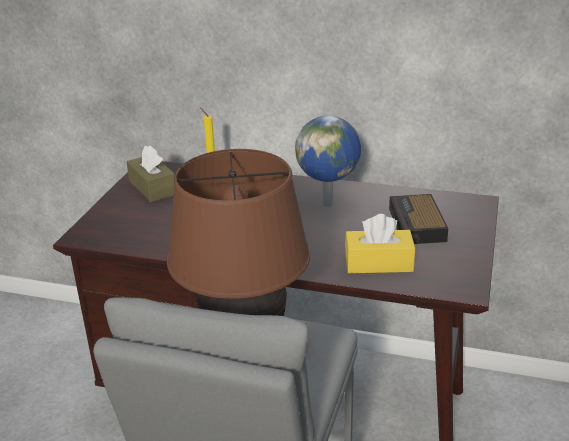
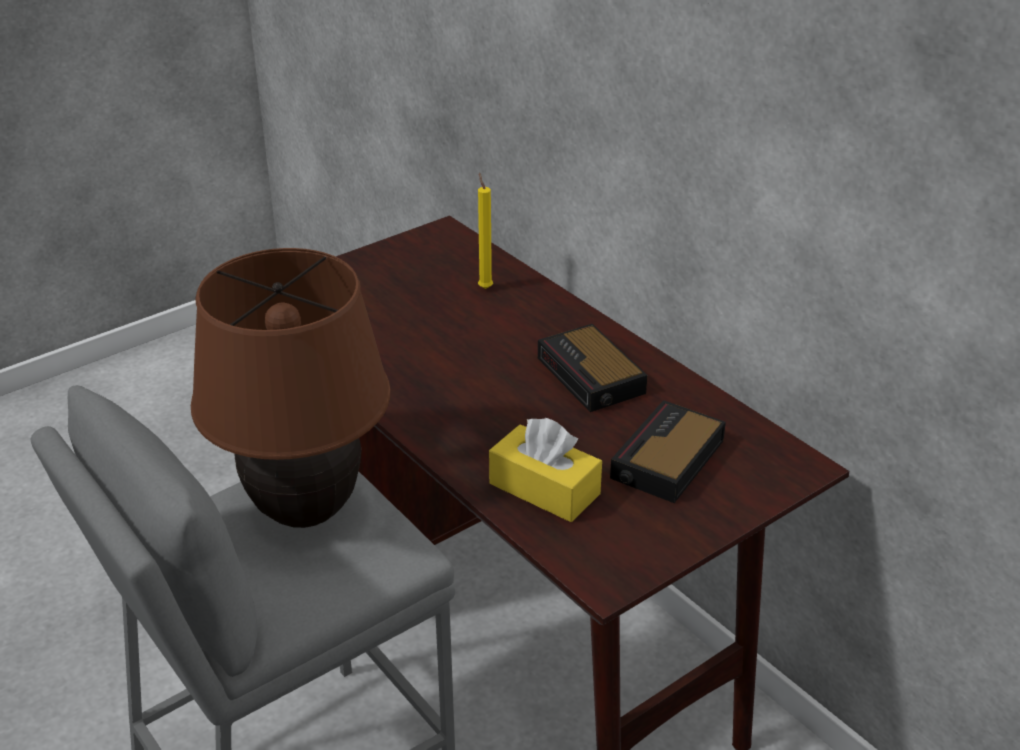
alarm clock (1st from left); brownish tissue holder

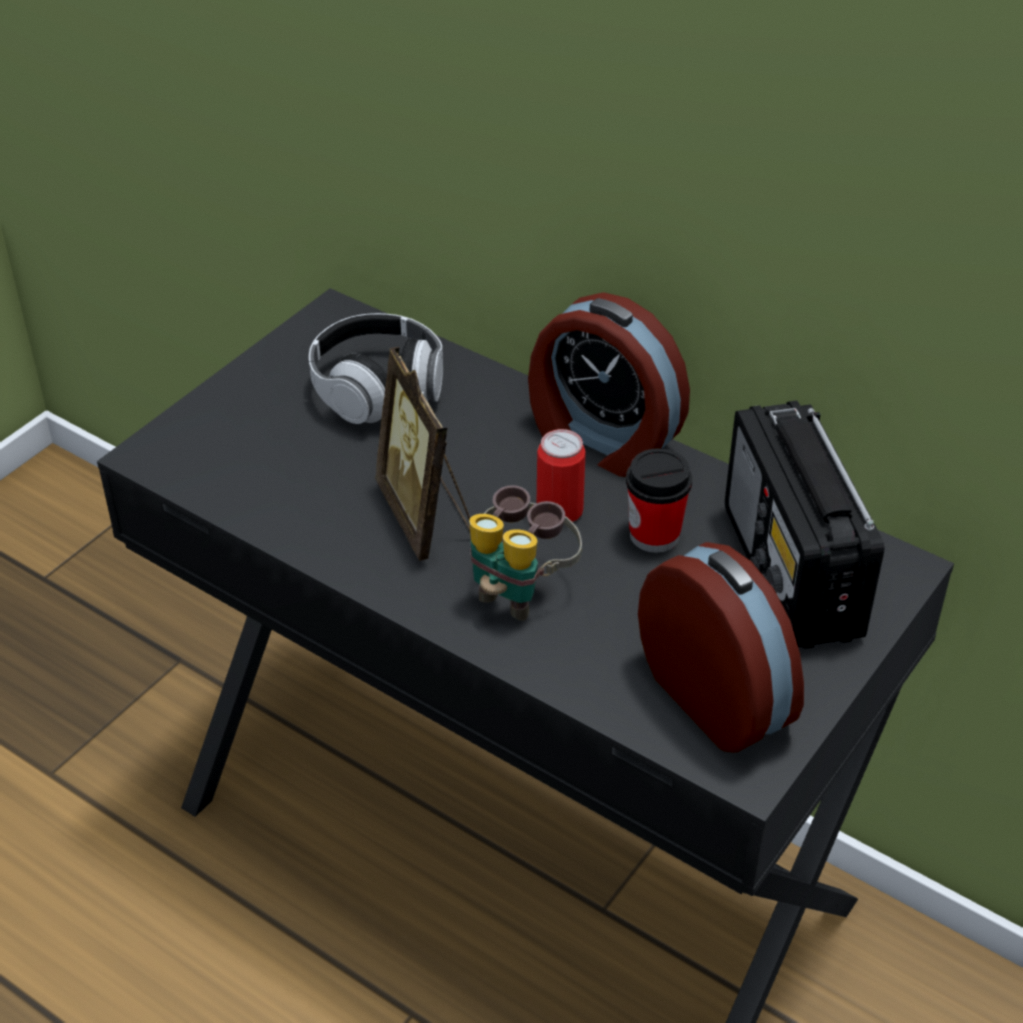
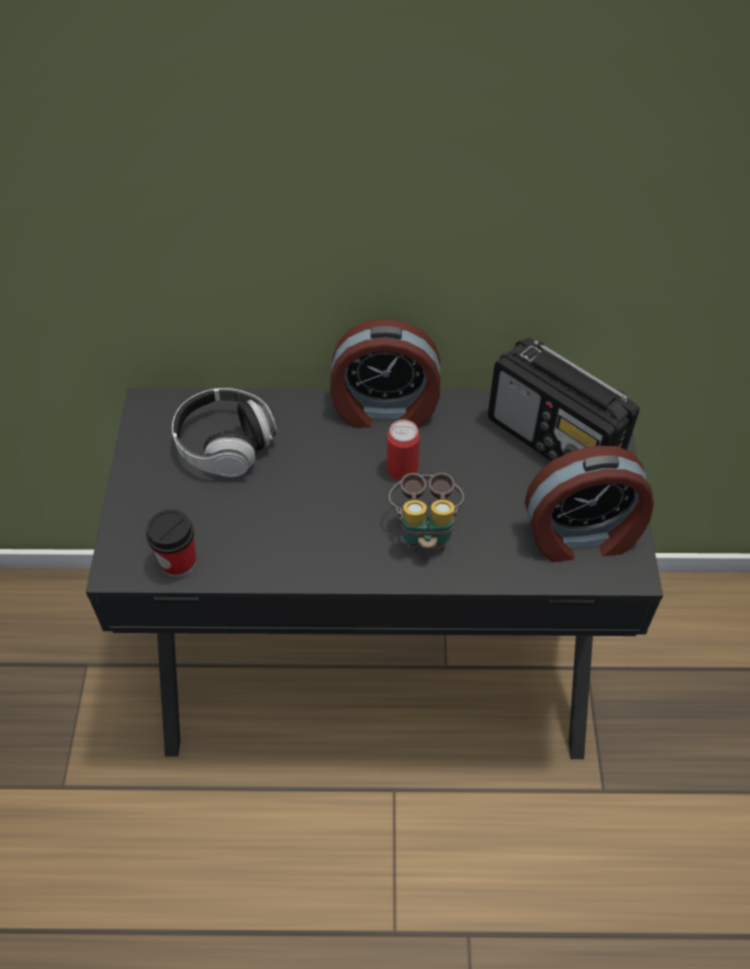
standing frame; drinking cup; alarm clock (2nd from left)

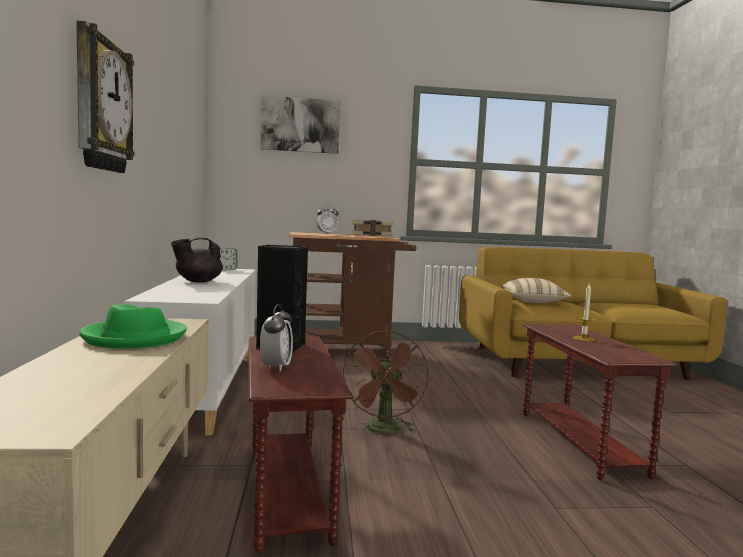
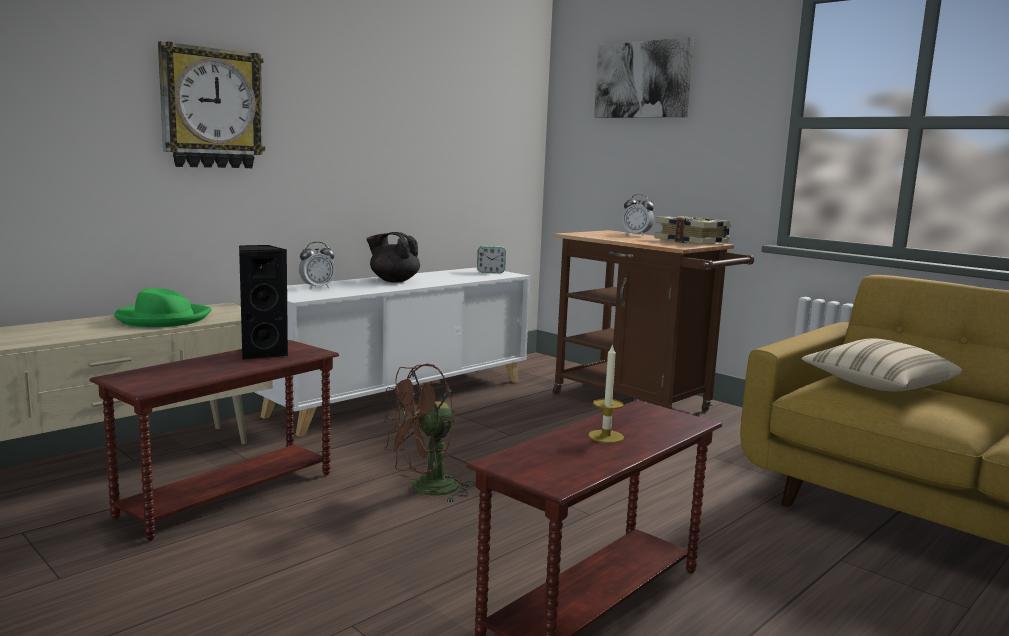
alarm clock (1st from left)

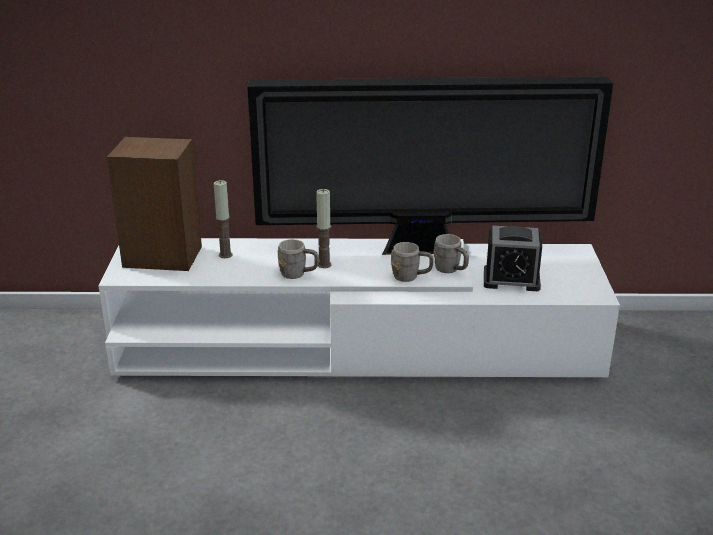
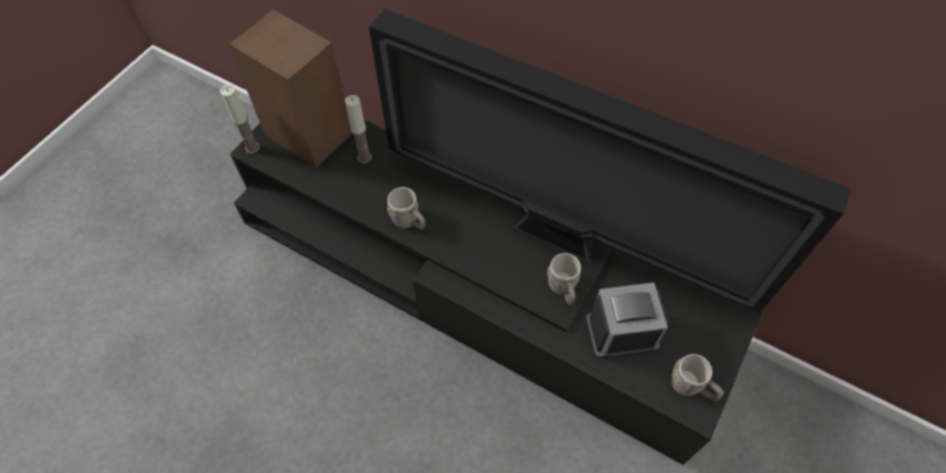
wax candle (1st from left); alarm clock; black-coloured tv stand; greyish tea mug (3rd from left)

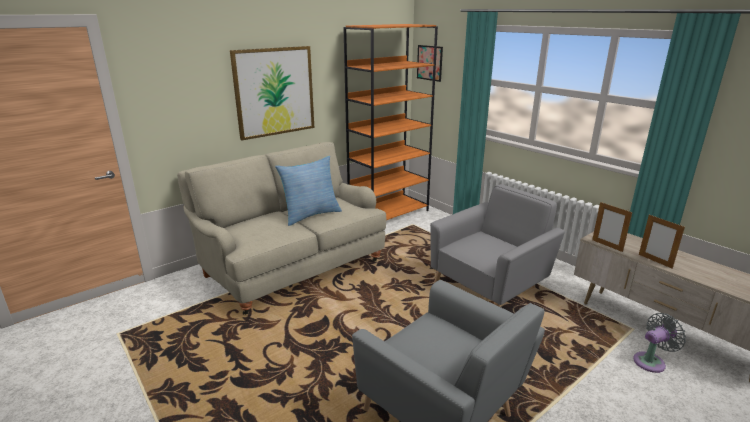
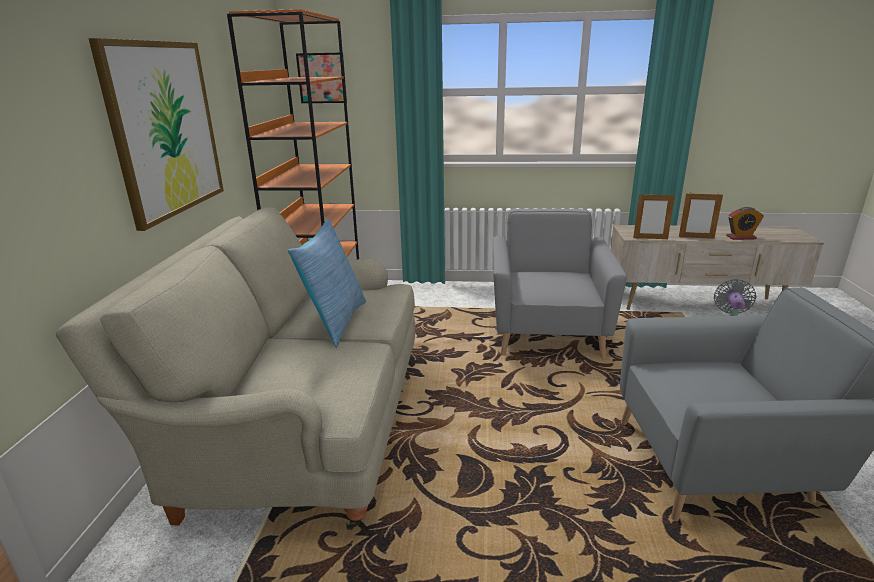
alarm clock

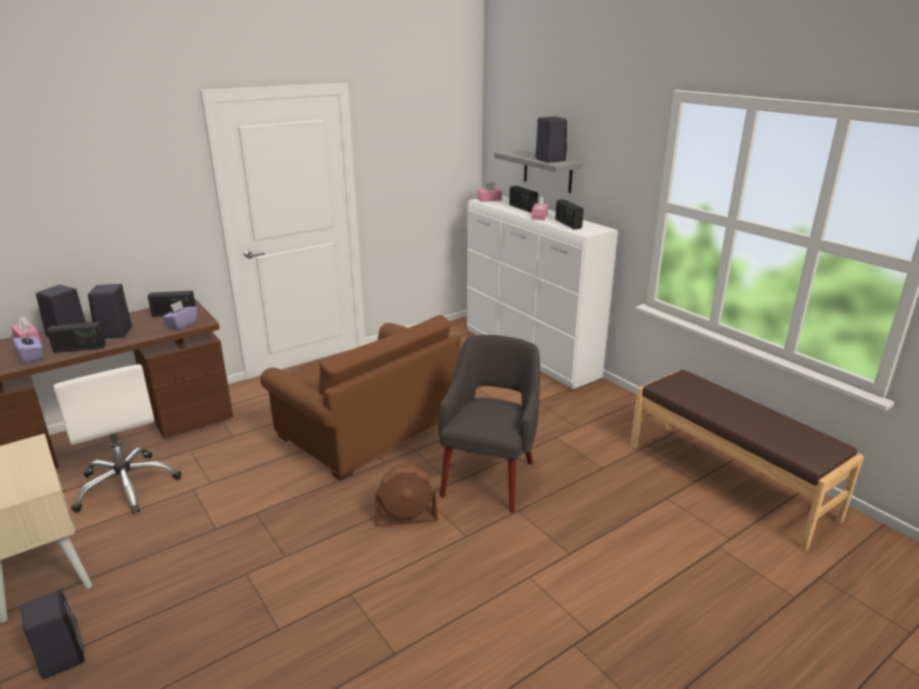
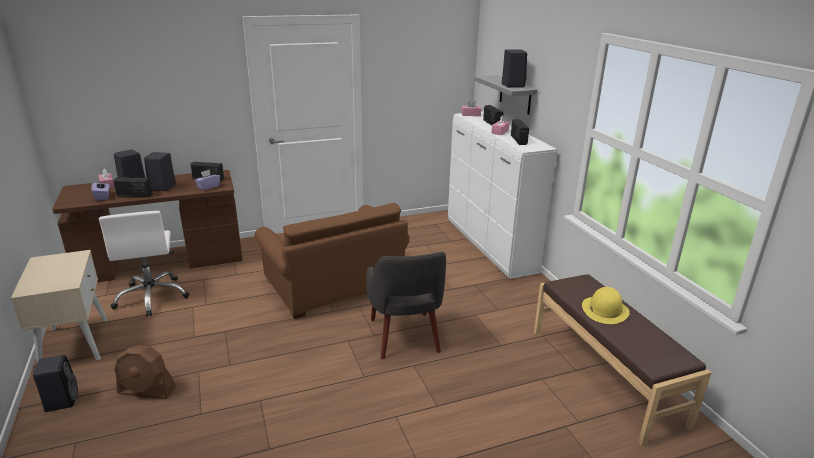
greyish armchair; brownish electric fan; yellow-coloured wearable hat

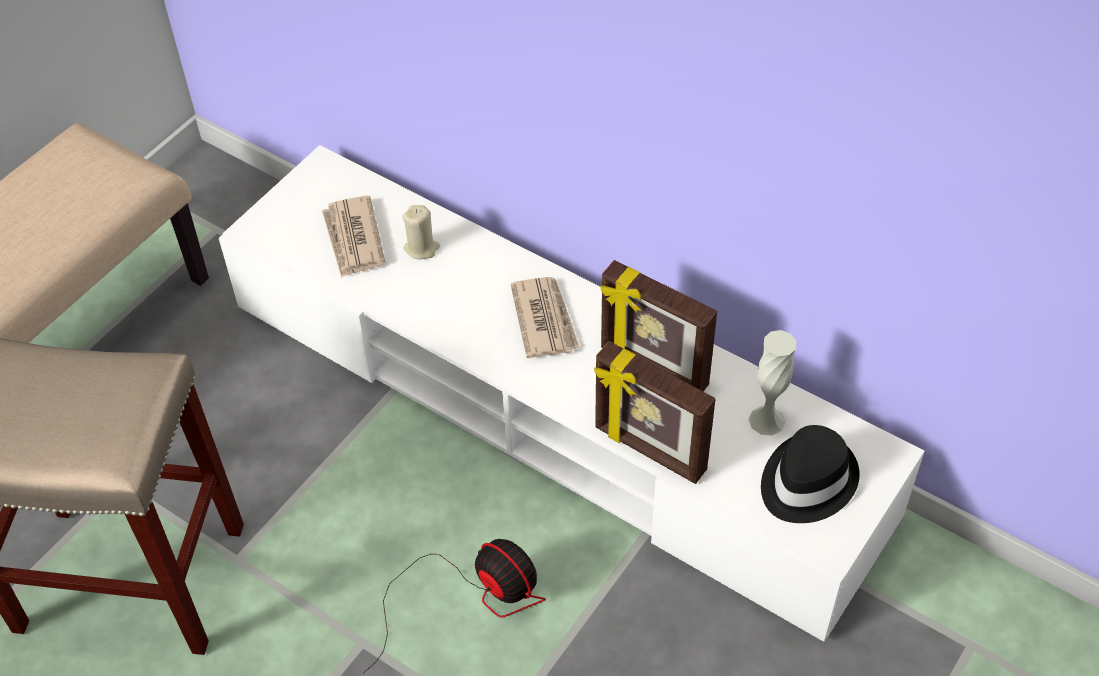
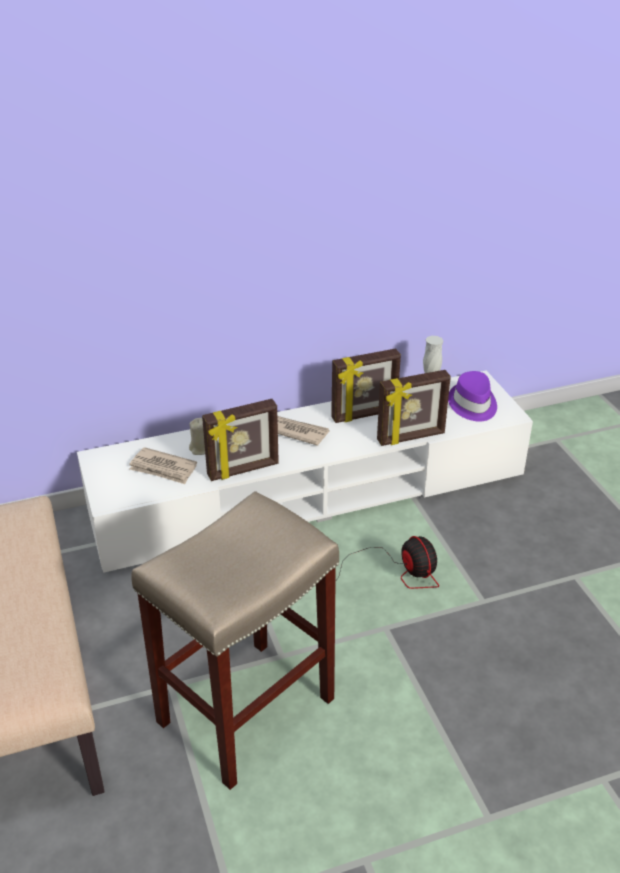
purple-coloured wearable hat; electric fan; standing frame (1st from left)

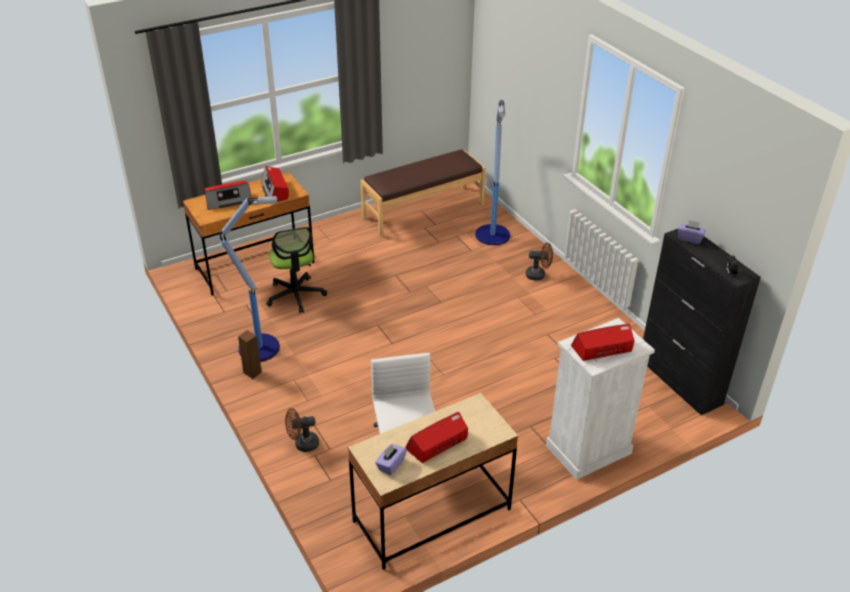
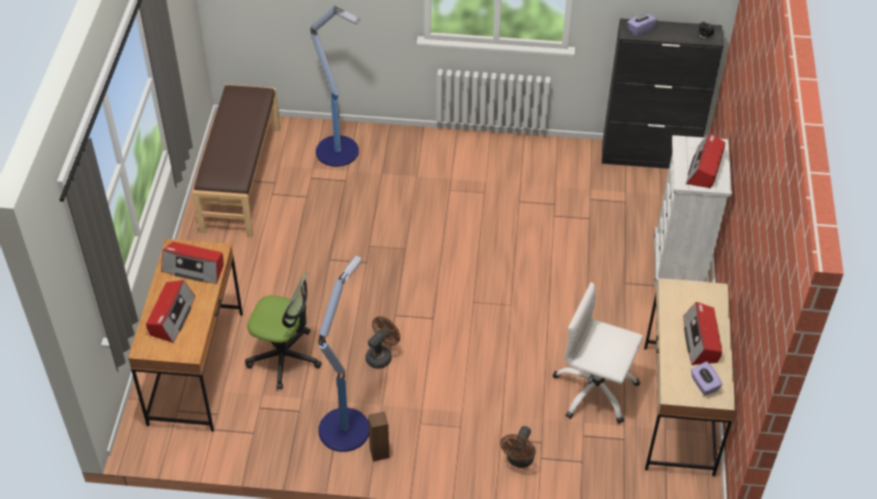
brownish electric fan (1st from left)

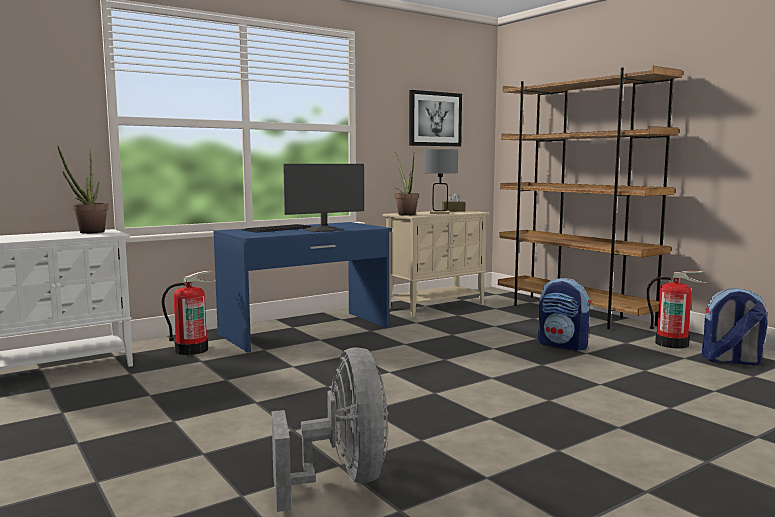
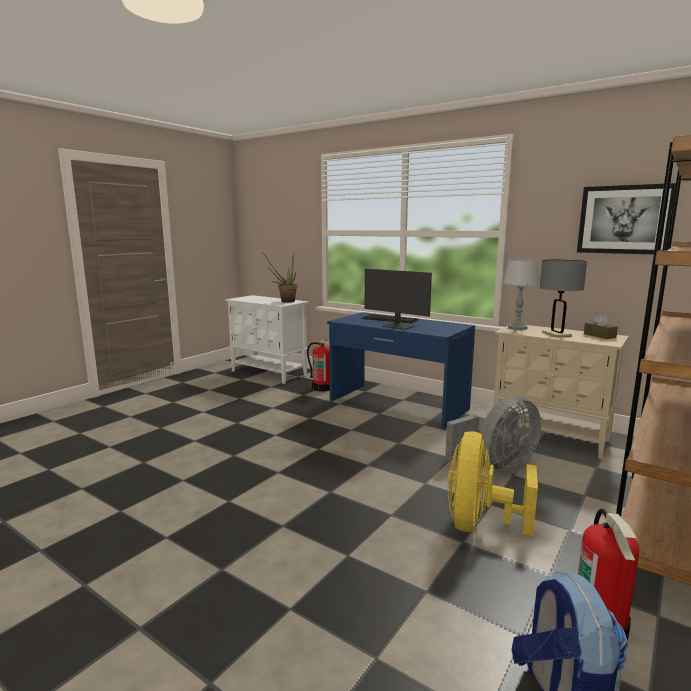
greyish table lamp (1st from left); yellow-coloured electric fan; greyish electric fan

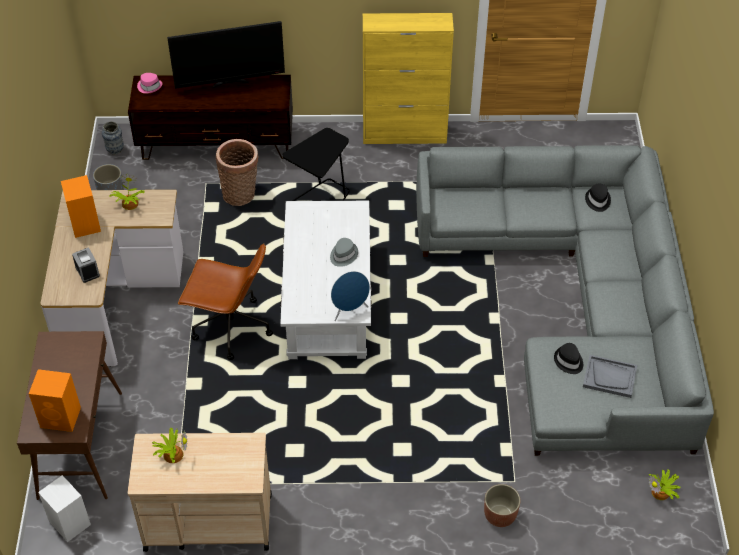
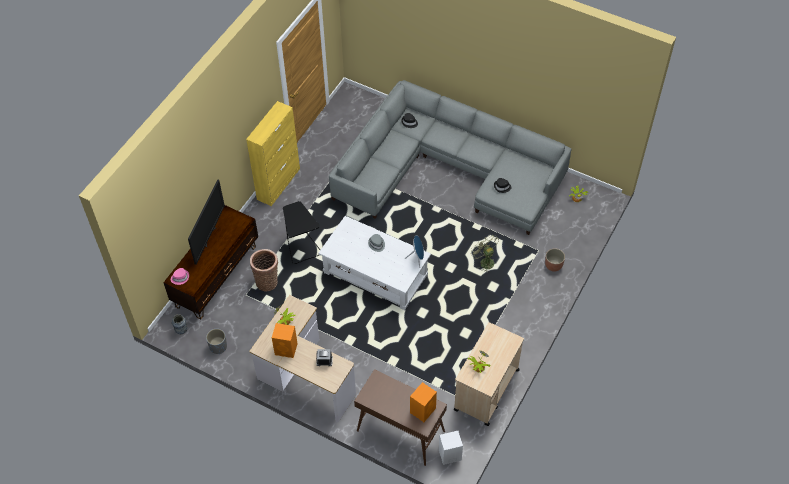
brownish office chair; greyish carrying tray; green-coloured electric fan

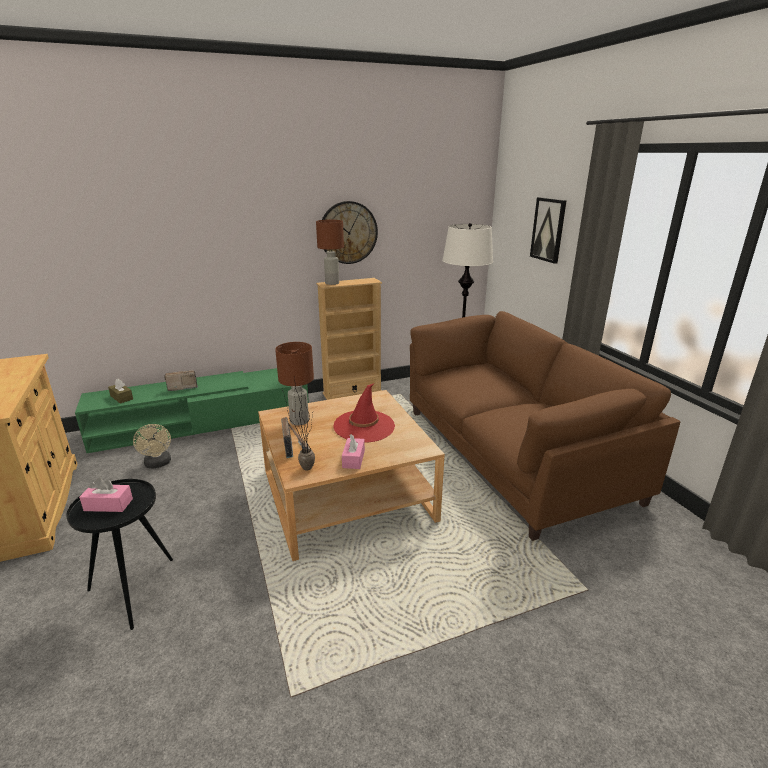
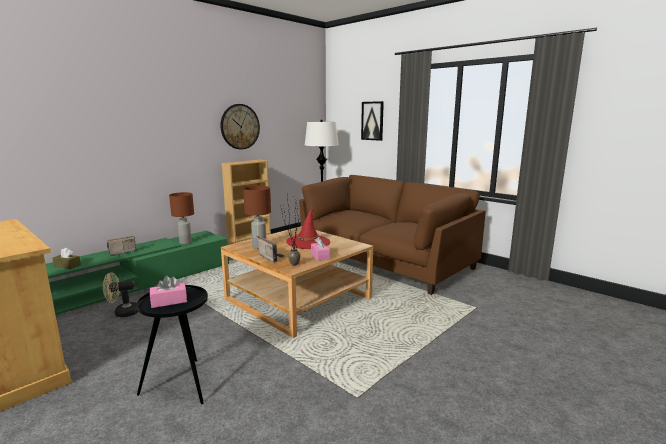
brownish table lamp (1st from left); beige electric fan

